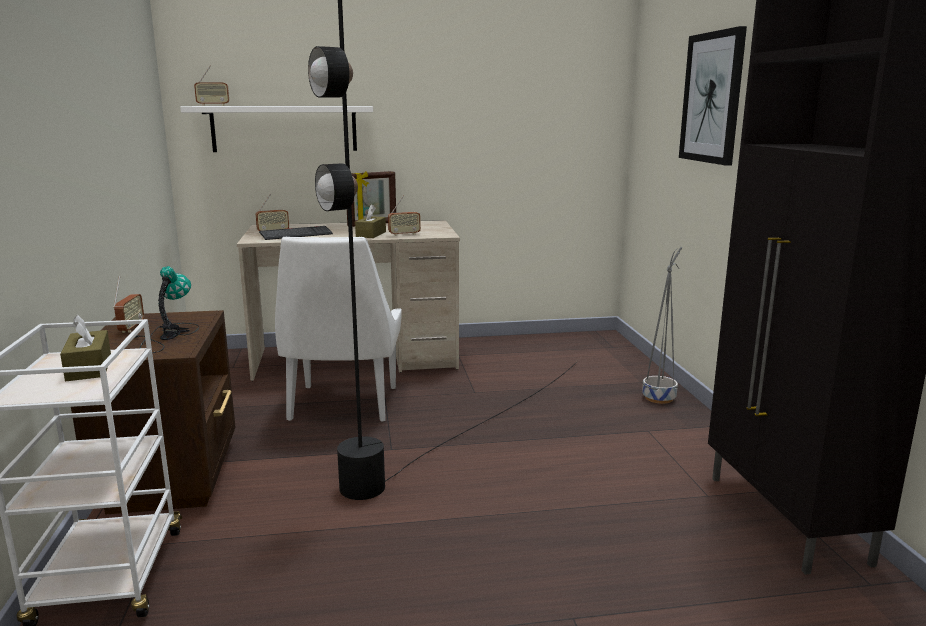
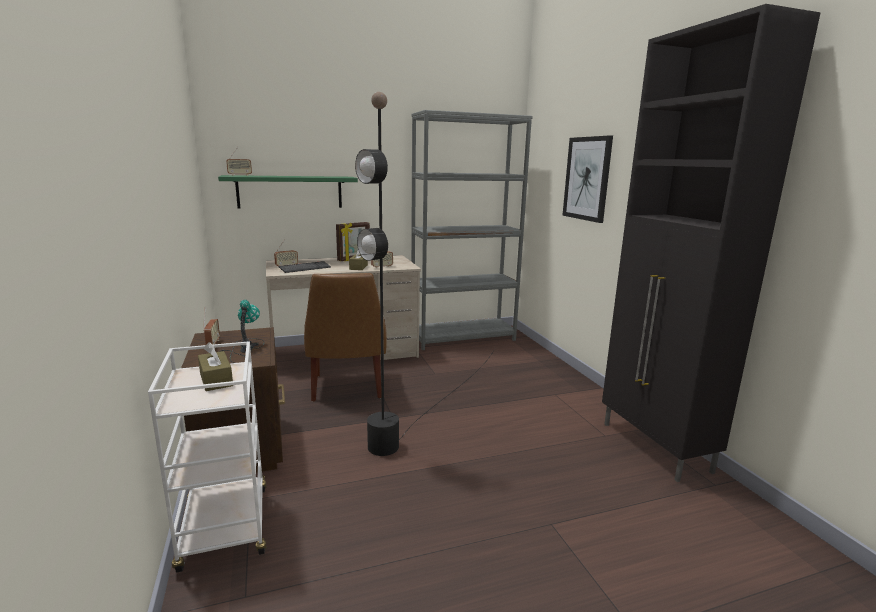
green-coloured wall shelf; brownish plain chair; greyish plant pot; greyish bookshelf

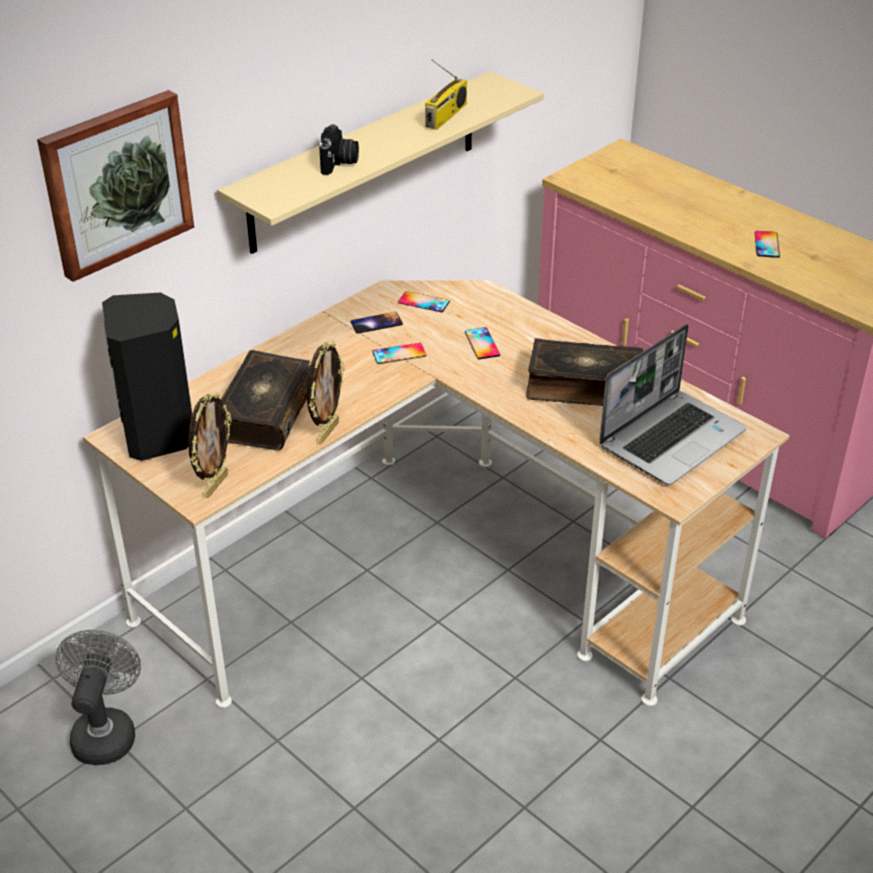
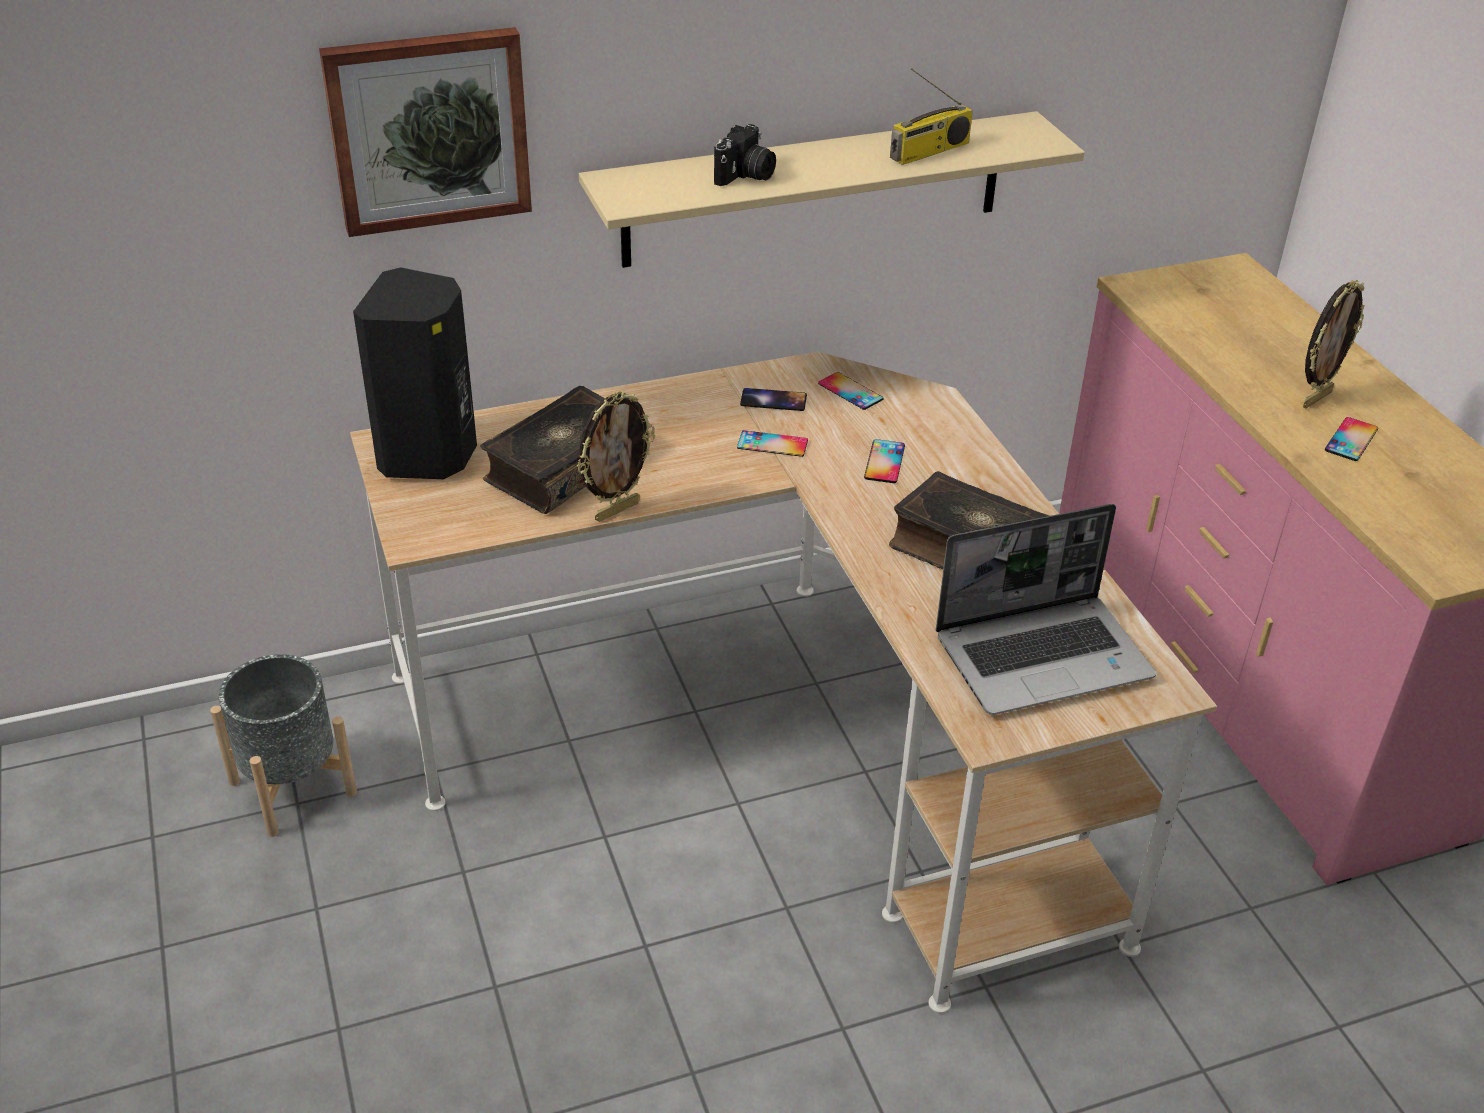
standing frame (2nd from left); greyish plant pot

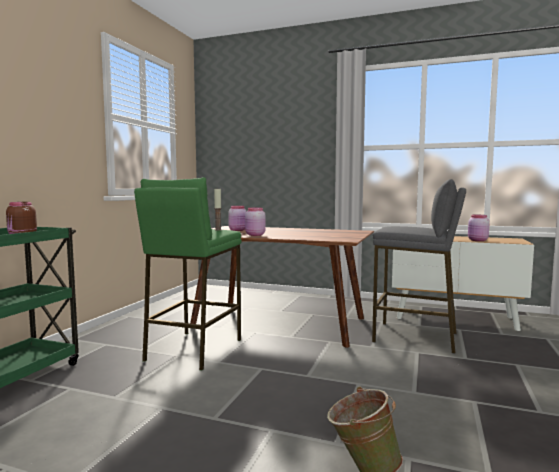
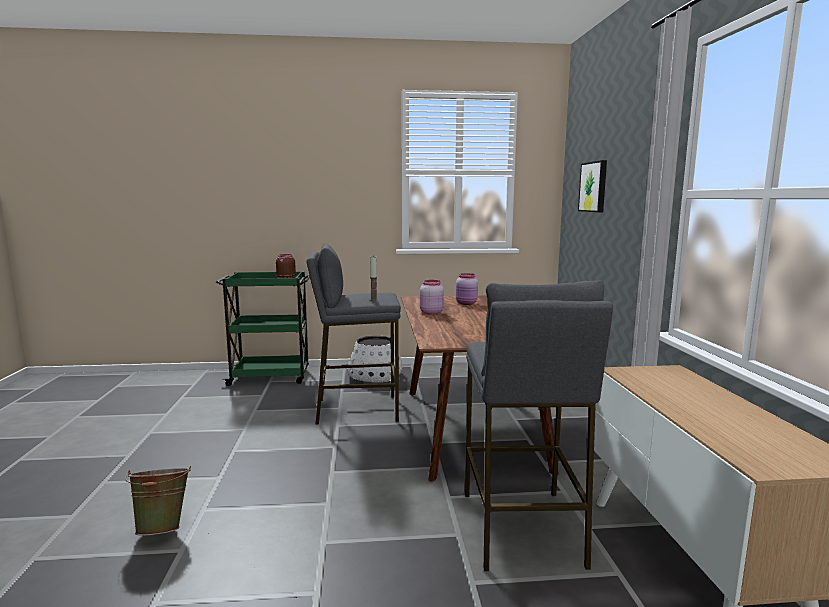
greyish sitting stool (1st from left); pink jar (3rd from left in the first image); wall picture; white-coloured plant pot

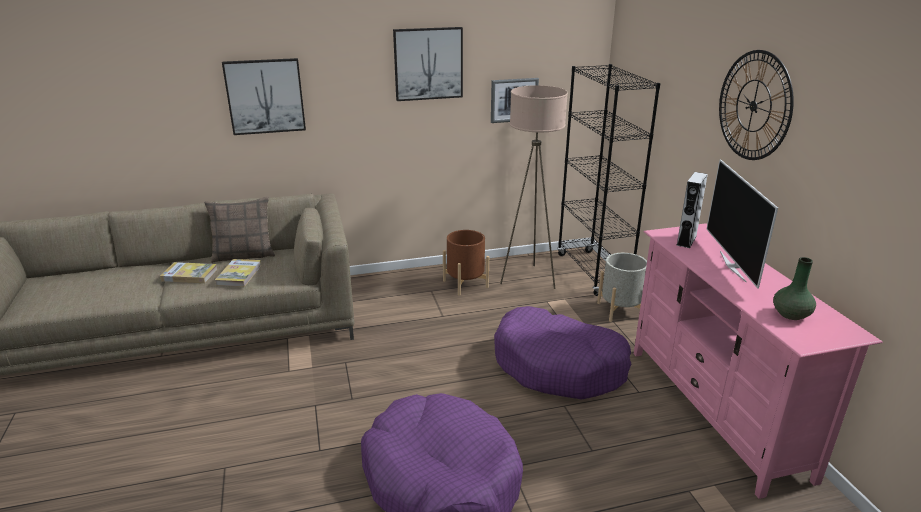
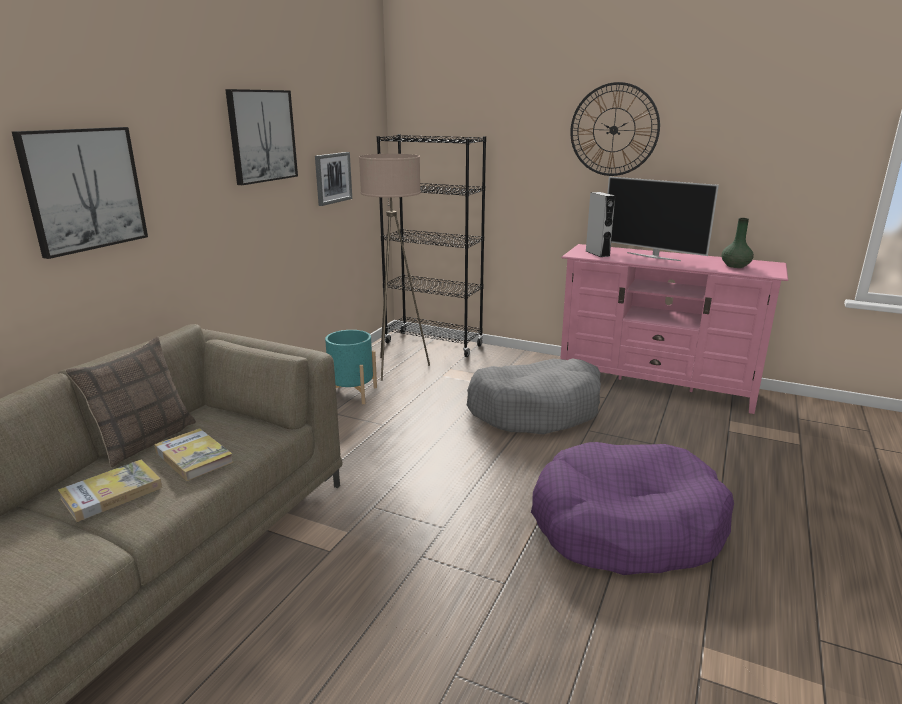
turquoise-coloured plant pot; greyish plant pot; greyish dog bed

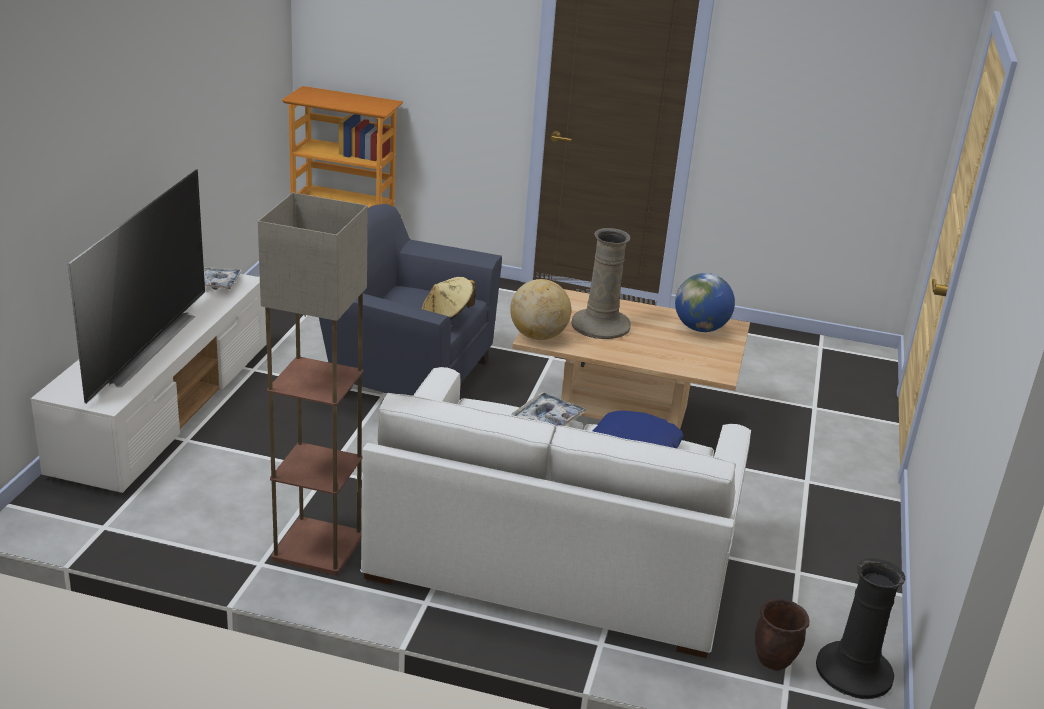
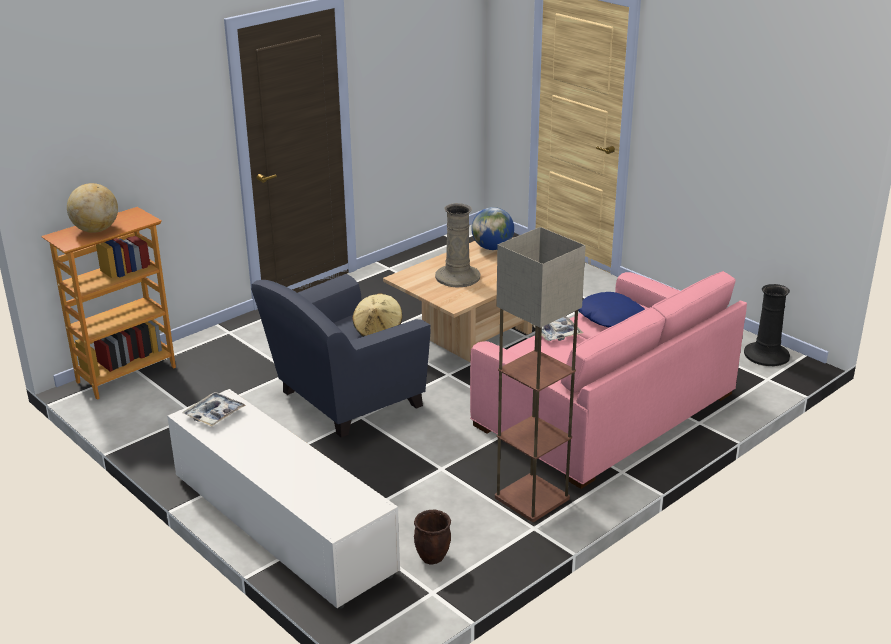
television; world globe (1st from left); pink sofa; brownish plant pot

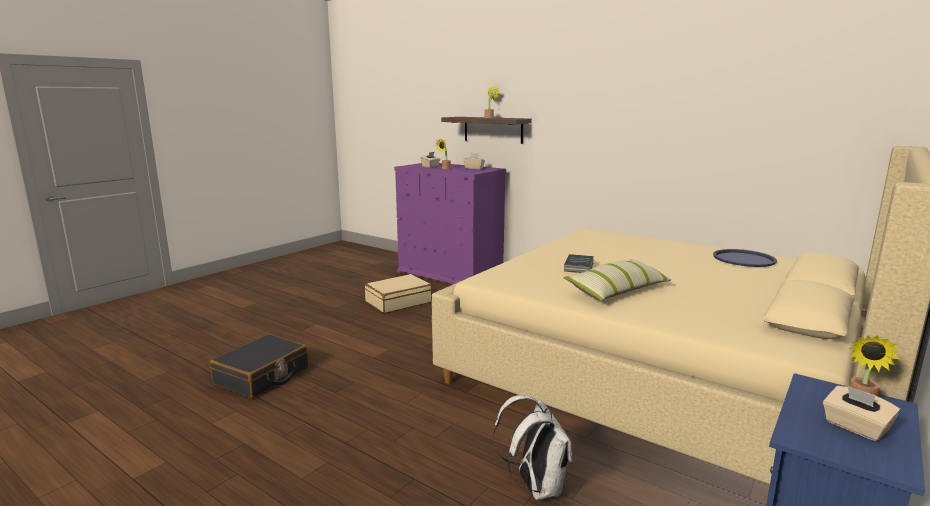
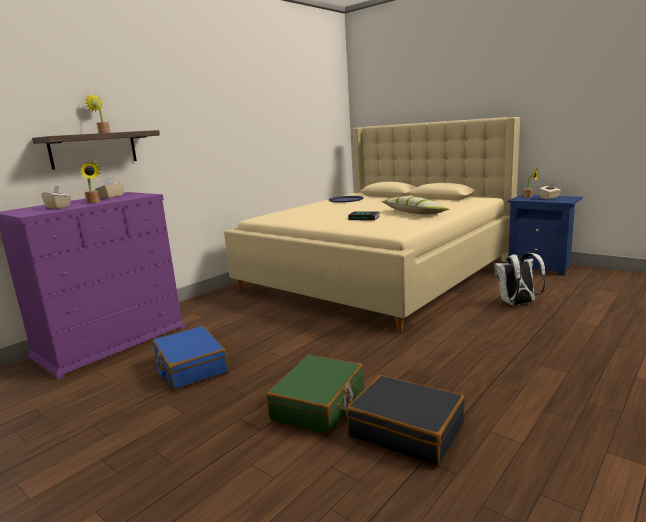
bluish travel case; green-coloured travel case

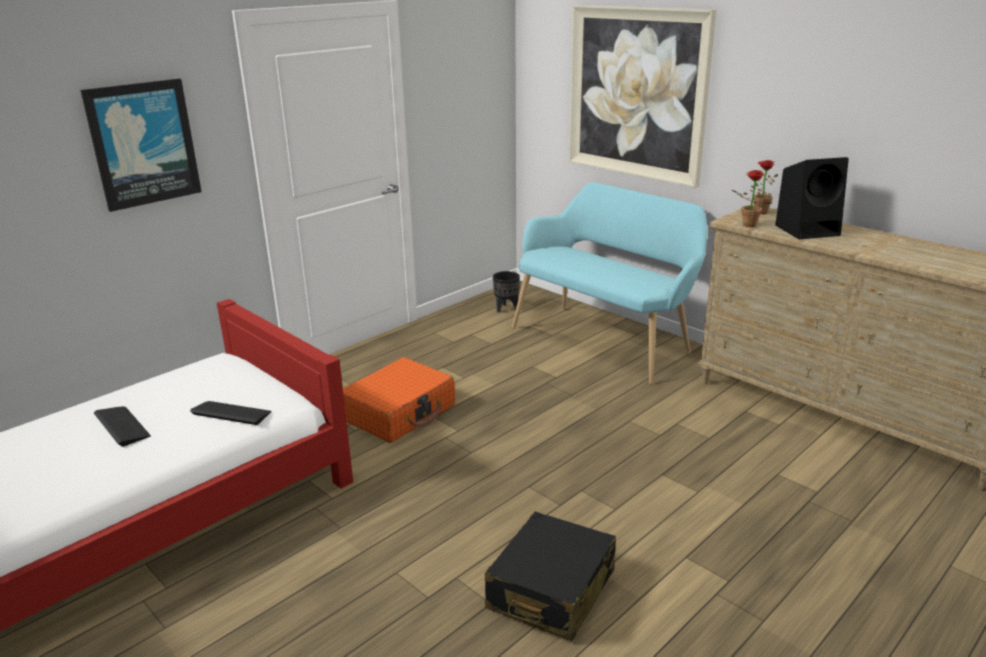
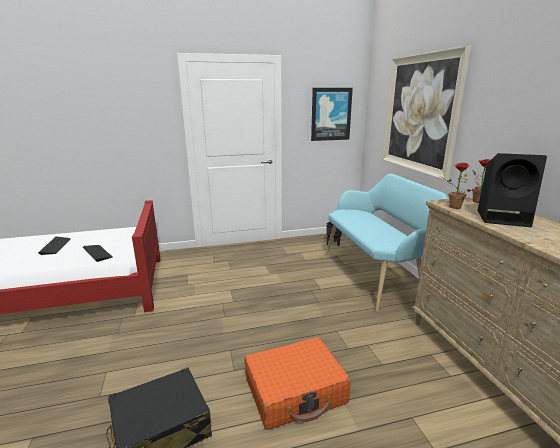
wall picture (1st from left); orange-coloured travel case

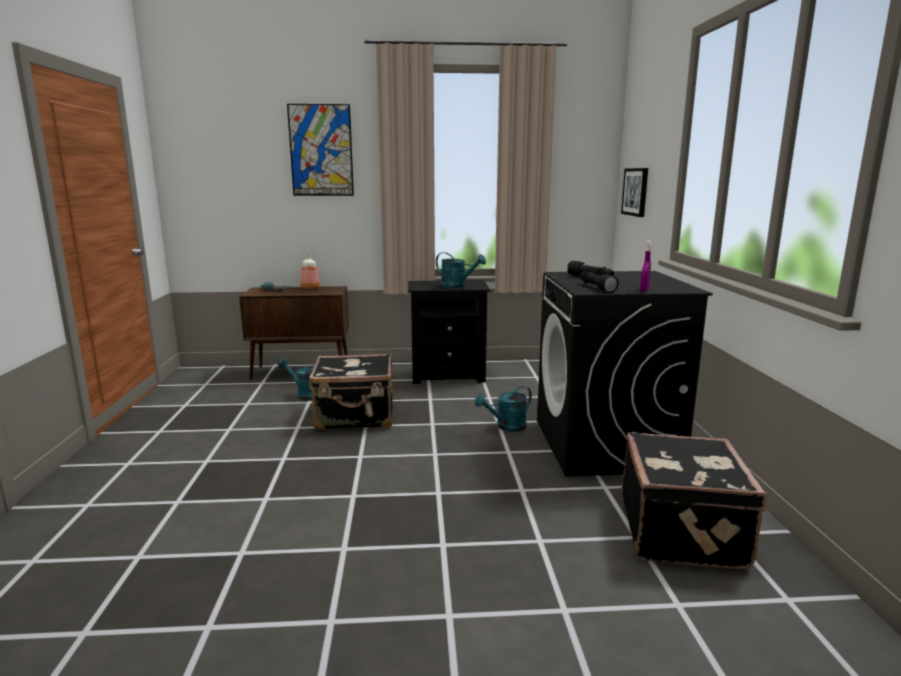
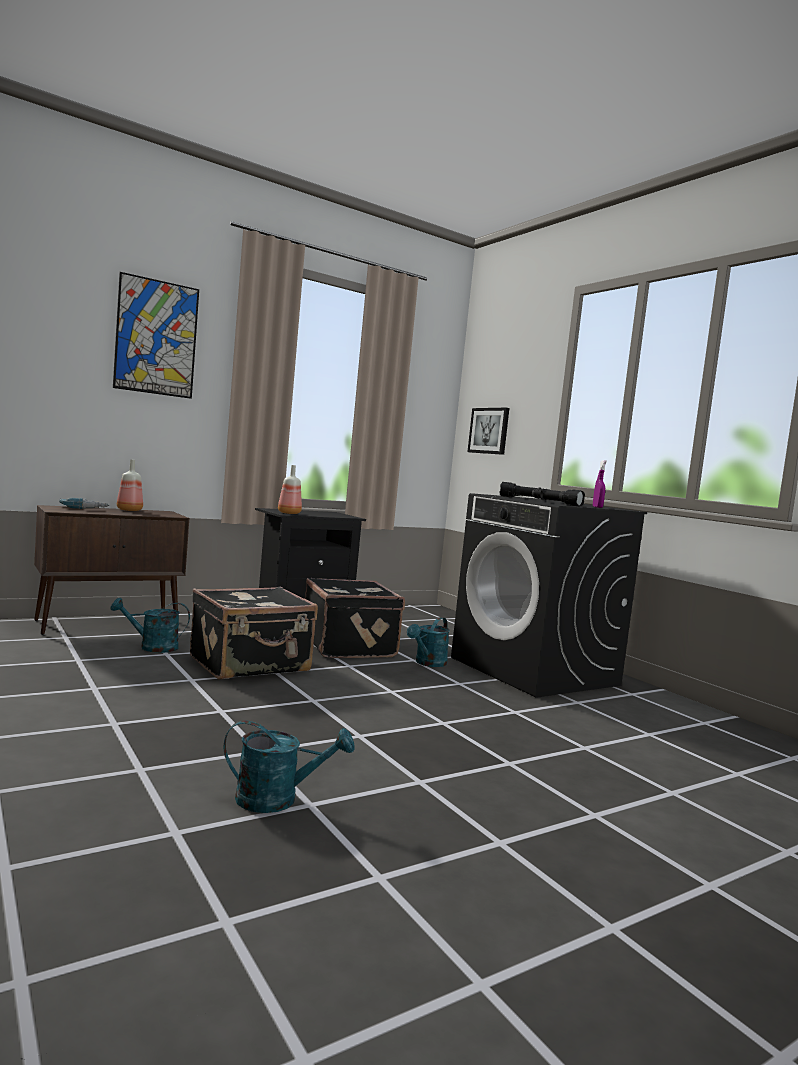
turquoise-coloured watering can (2nd from left); black-coloured travel case (2nd from left); bottle (2nd from left)

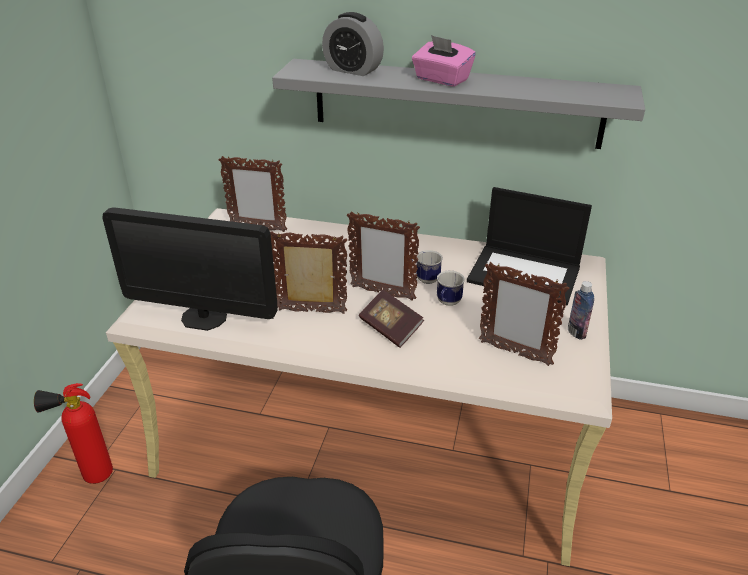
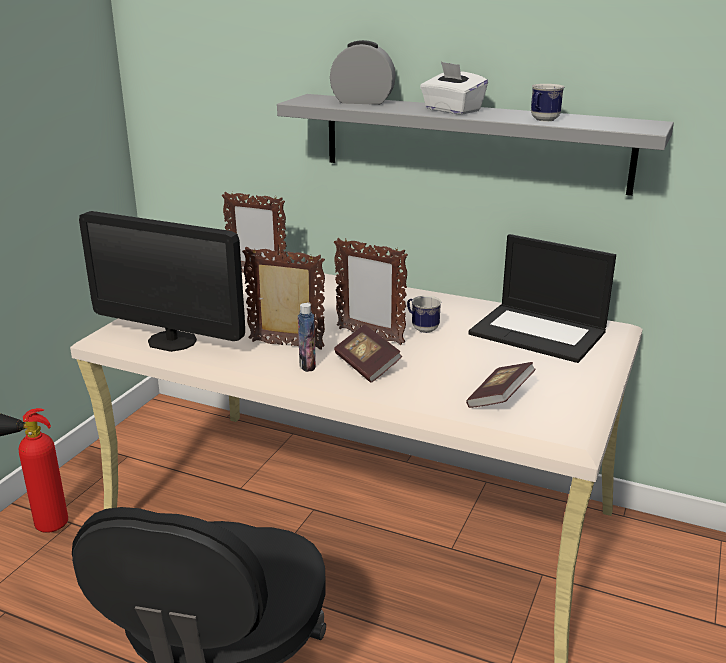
alarm clock; white-coloured tissue holder; bound book (2nd from left); tea mug (2nd from left); bottle

